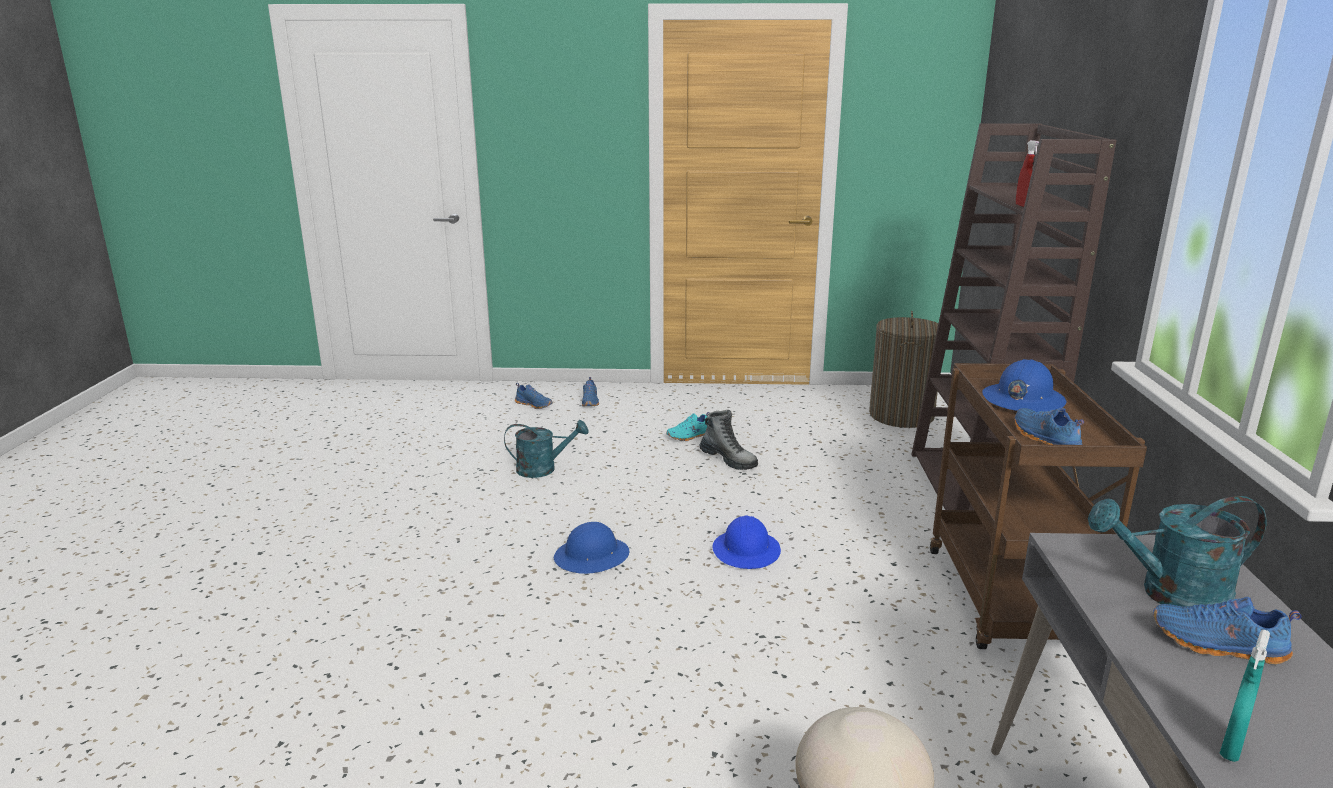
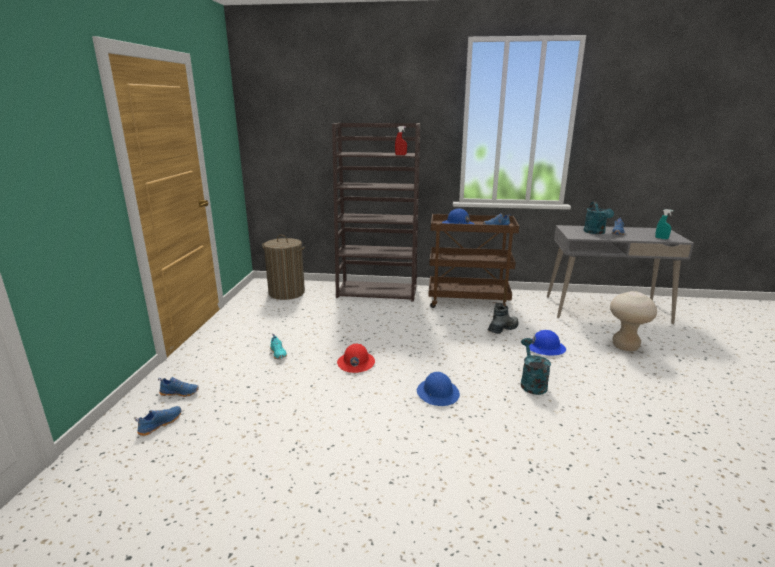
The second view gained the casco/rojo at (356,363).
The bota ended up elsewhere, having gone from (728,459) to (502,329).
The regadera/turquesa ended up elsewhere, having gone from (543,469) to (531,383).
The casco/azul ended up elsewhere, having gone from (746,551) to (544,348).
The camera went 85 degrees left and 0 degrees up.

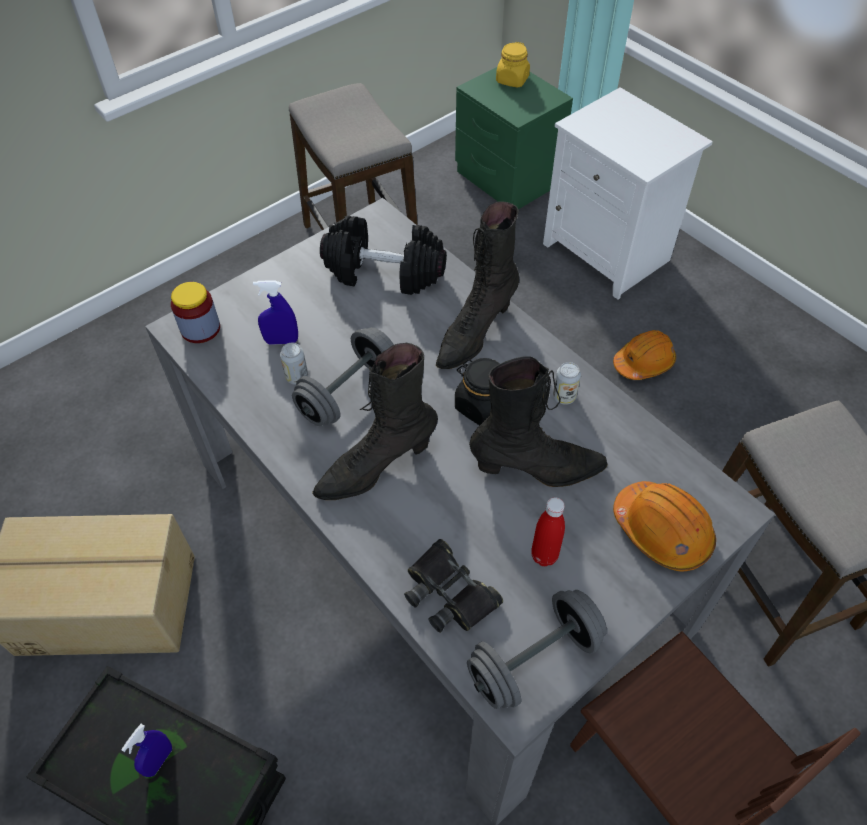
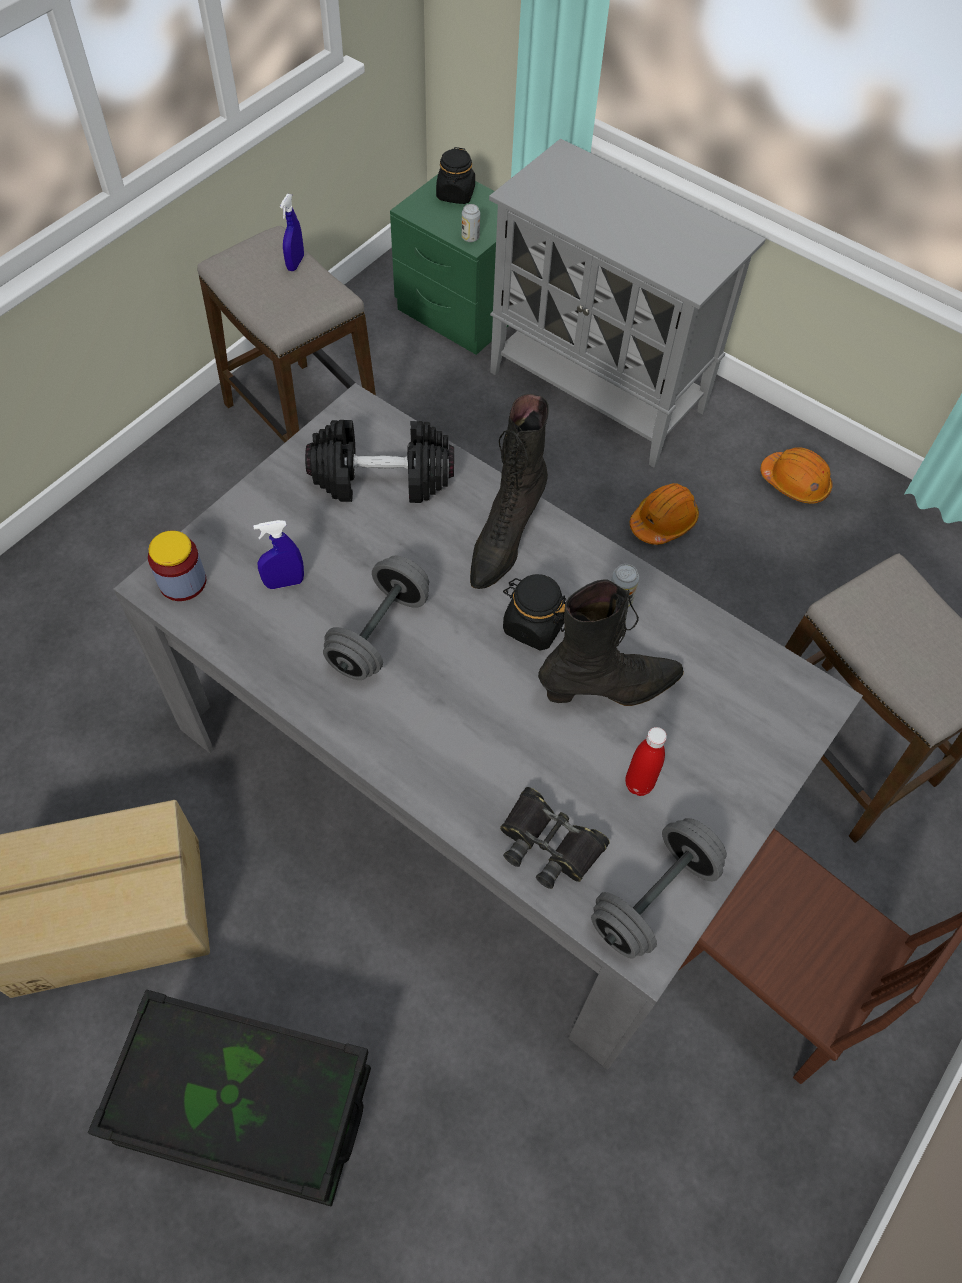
The pulverizador/azul ended up elsewhere, having gone from (159,760) to (295,263).
What was the tarro/amarillo at (512,80) turned into the tarro/negro at (455,194).
The lata ended up elsewhere, having gone from (297,377) to (470,237).
Where the mesita de noche/blanco stood at (609,253), the armario/gris came to stand at (599,392).
The casco/naranja ended up elsewhere, having gone from (662,531) to (794,483).
The second view lost the bota/negro at (375,467).
The camera went 15 degrees left and 5 degrees up.

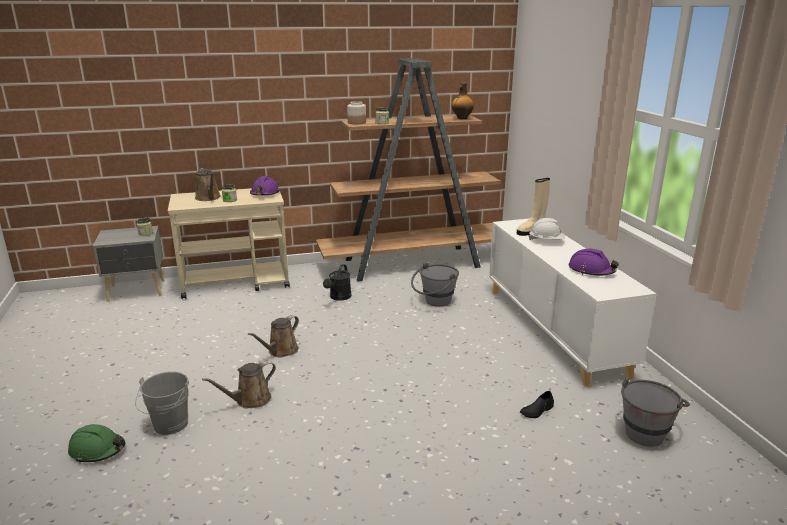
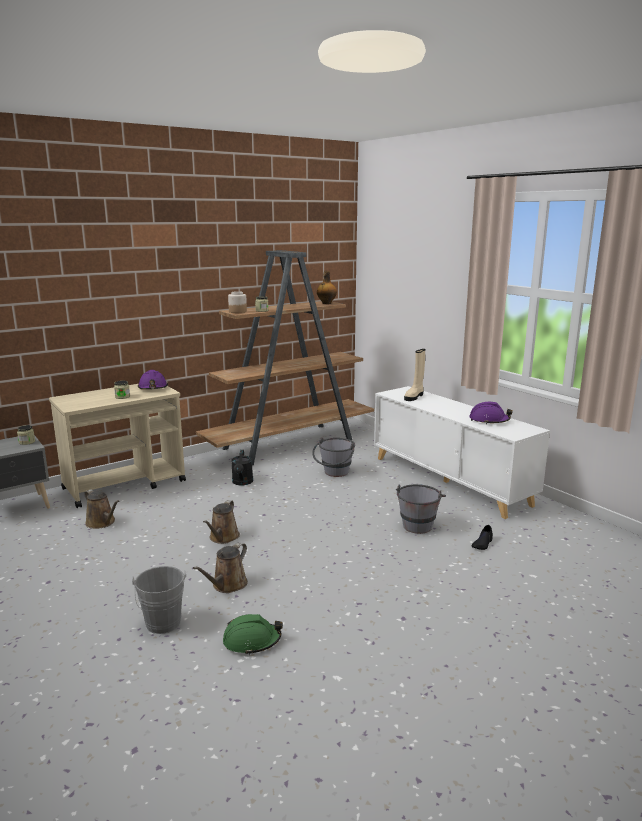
The regadera/marrón ended up elsewhere, having gone from (208,198) to (102,523).
The casco/verde ended up elsewhere, having gone from (97,450) to (252,641).
The cubo/gris ended up elsewhere, having gone from (646,430) to (418,523).
The second view lost the casco/blanco at (546,241).
The camera went 20 degrees left and 5 degrees down.

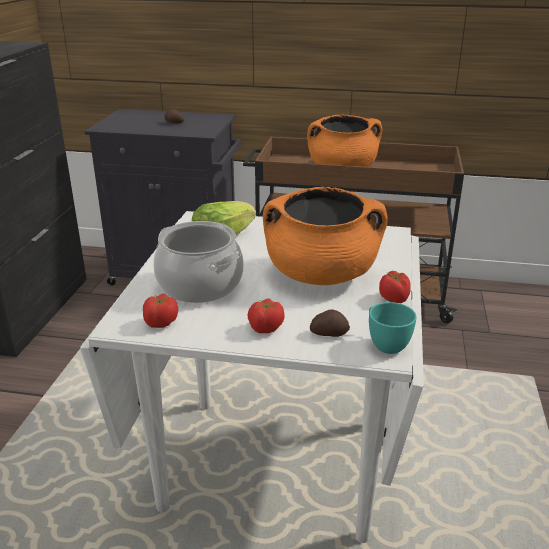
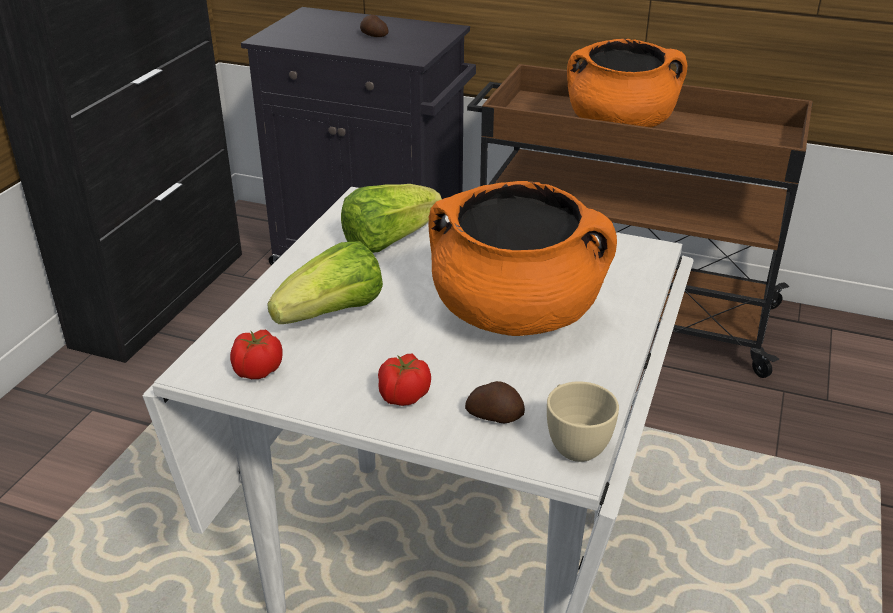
Where the olla stood at (200,285), the lechuga came to stand at (333,314).
What was the taza/turquesa at (385,343) turned into the taza/beis at (574,443).
The second view lost the tomate at (394,299).
The camera went 10 degrees right and 5 degrees up.

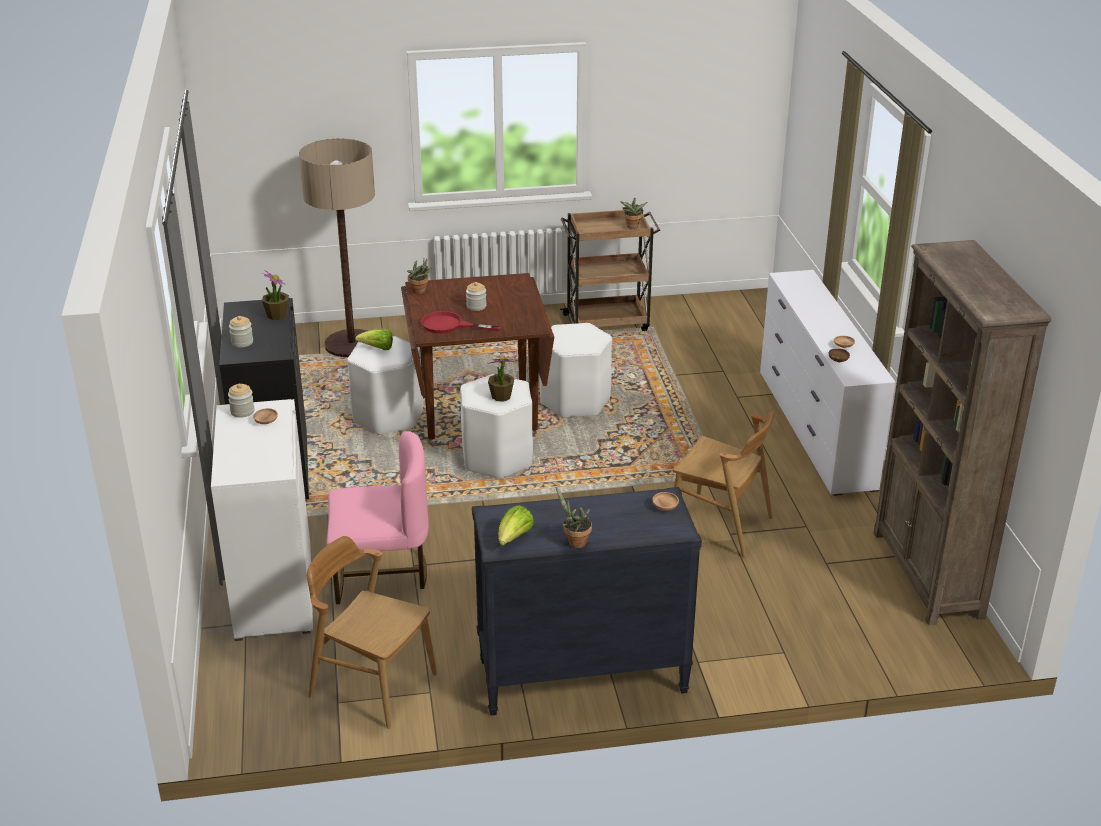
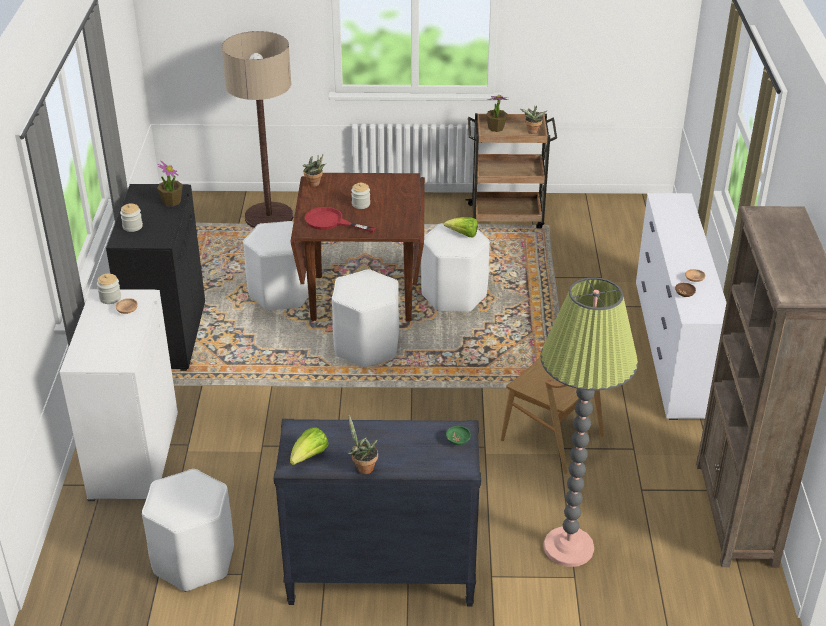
Where the silla/marrón stood at (373,685), the taburete/blanco came to stand at (194,560).
The lechuga ended up elsewhere, having gone from (377,348) to (463,235).
What was the cuenco/marrón at (665,507) turned into the cuenco/verde at (458,440).
The planta en maceta ended up elsewhere, having gone from (501,396) to (496,128).
The second view gained the lámpara de pie at (568,548).
The second view lost the silla/rosa at (380,574).
The camera went 10 degrees right and 5 degrees up.

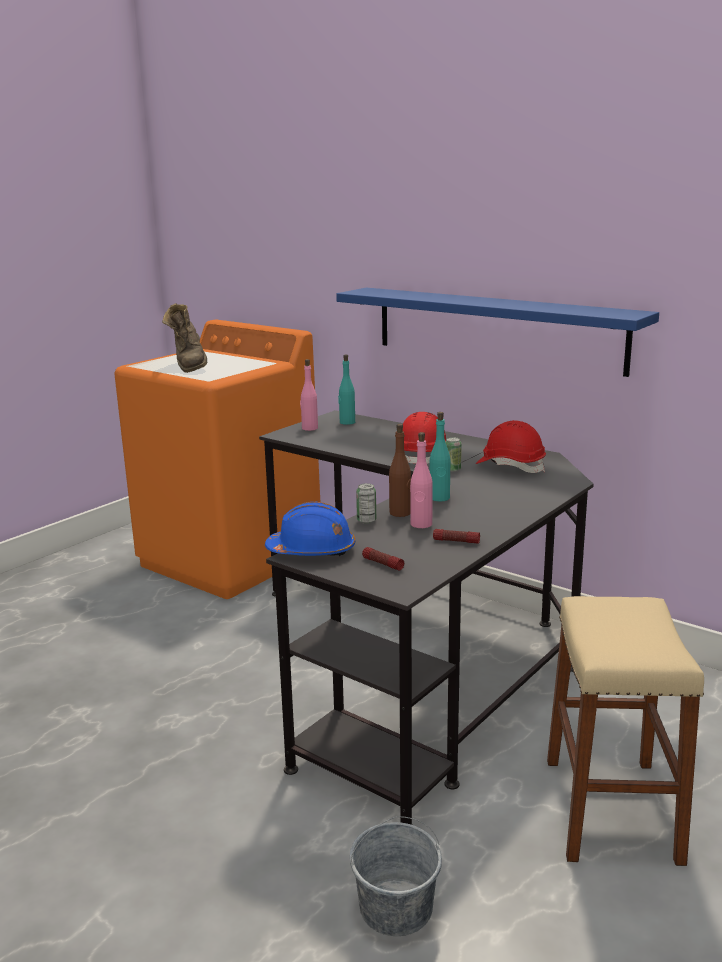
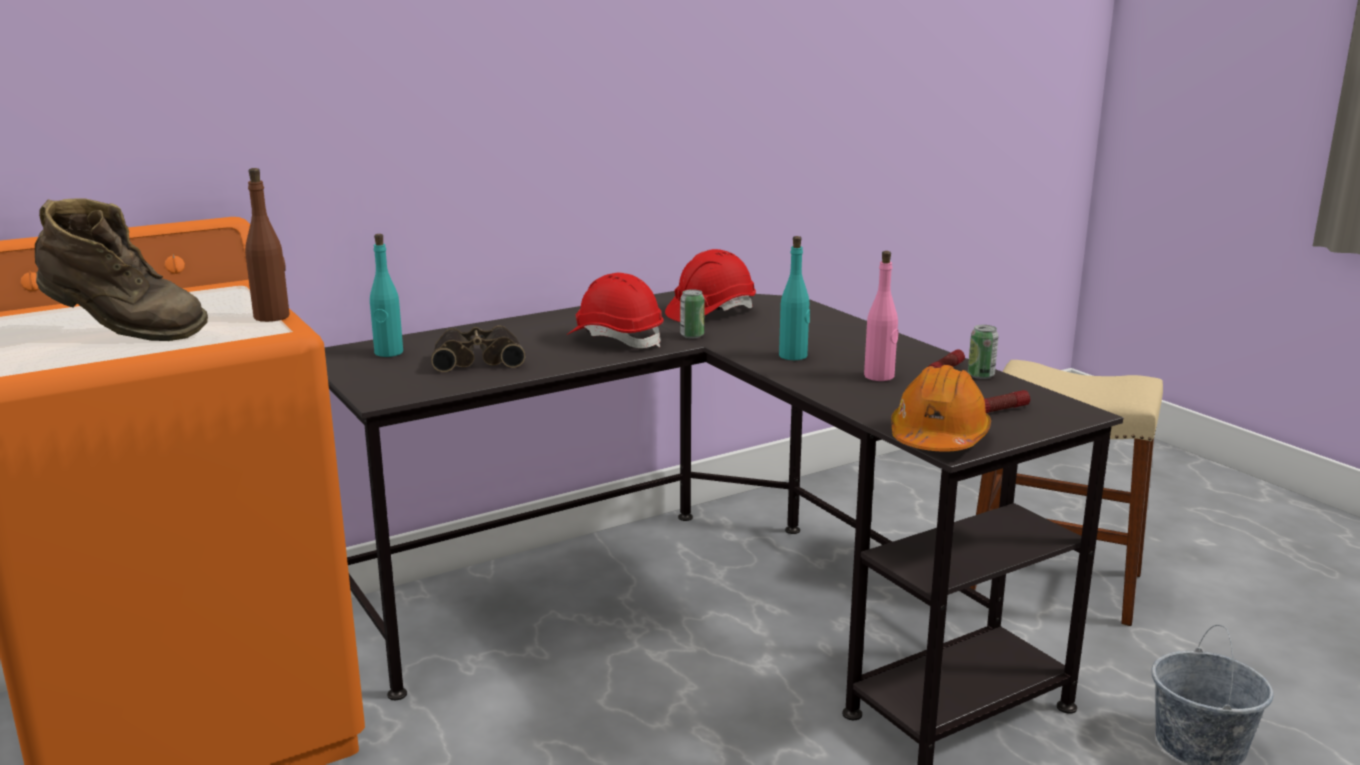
The botella/marrón ended up elsewhere, having gone from (400,513) to (272,317).
The second view gained the prismáticos at (478,359).
What was the casco/azul at (312,551) turned into the casco/naranja at (938,438).
The lata ended up elsewhere, having gone from (366,520) to (981,375).
The second view lost the botella/rosa at (309,428).
The second view lost the estante/azul at (496,329).
The camera went 70 degrees left and 0 degrees up.

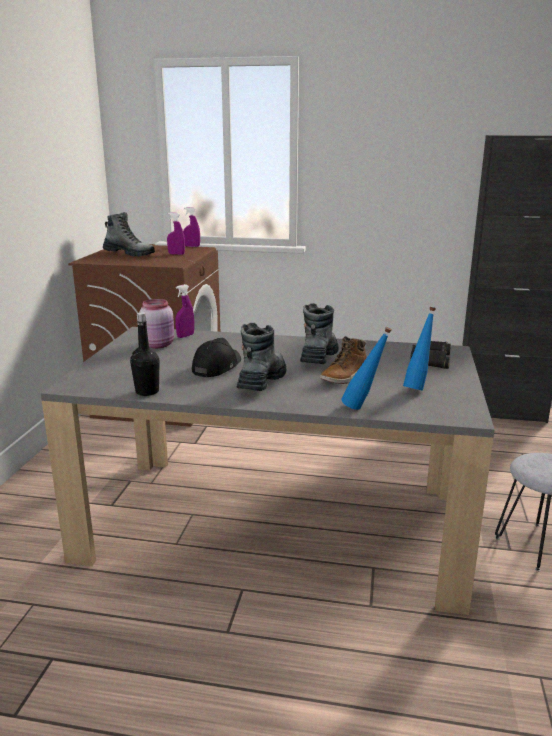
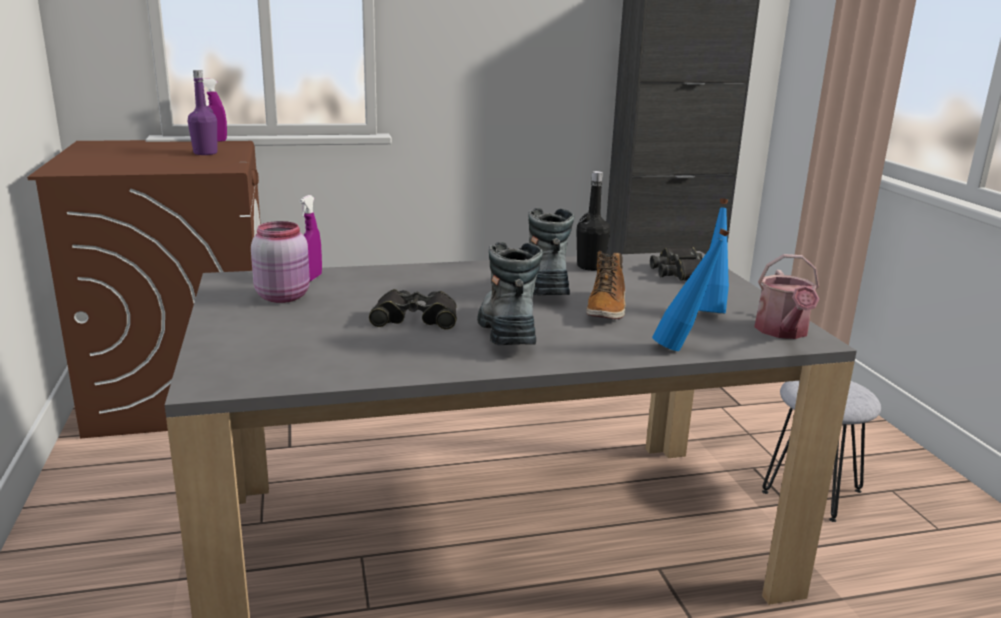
Where the pulverizador/morado stood at (176,254), the botella/morado came to stand at (205,153).
Where the gorra/negro stood at (216,367), the prismáticos/negro came to stand at (415,318).
The botella/negro ended up elsewhere, having gone from (147,392) to (590,267).
The second view gained the regadera at (783,332).
The second view lost the bota at (129,254).
The camera went 25 degrees left and 0 degrees up.

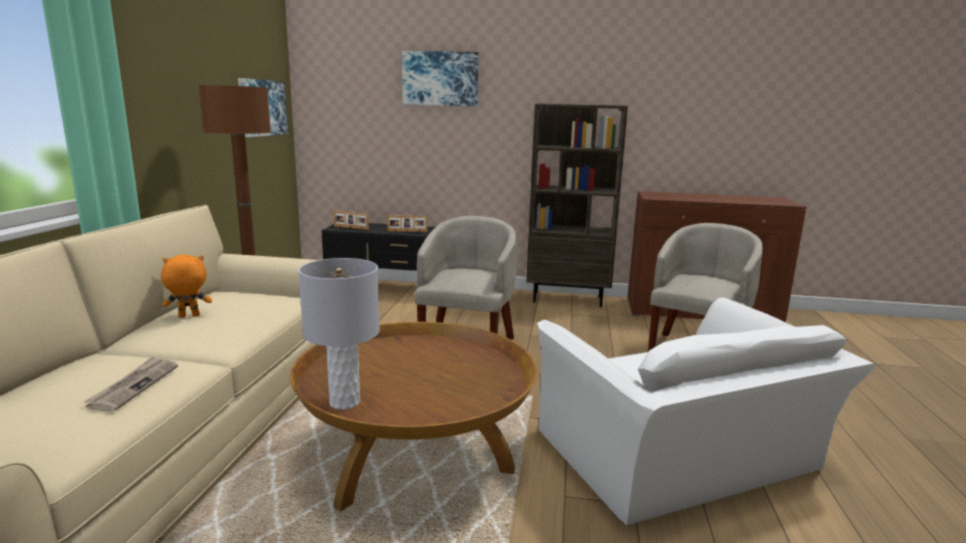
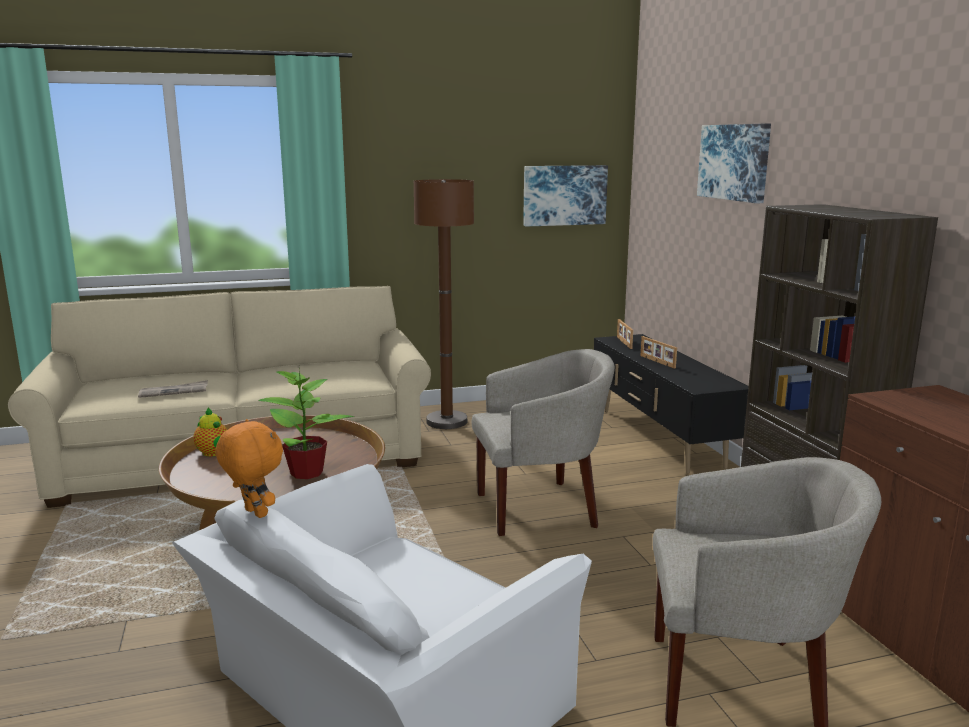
Where the lámpara de mesa/gris stood at (344,402), the tetera came to stand at (214,453).
The peluche/naranja ended up elsewhere, having gone from (188,316) to (254,513).
The second view gained the planta en maceta at (307,473).
The camera went 65 degrees right and 0 degrees up.

